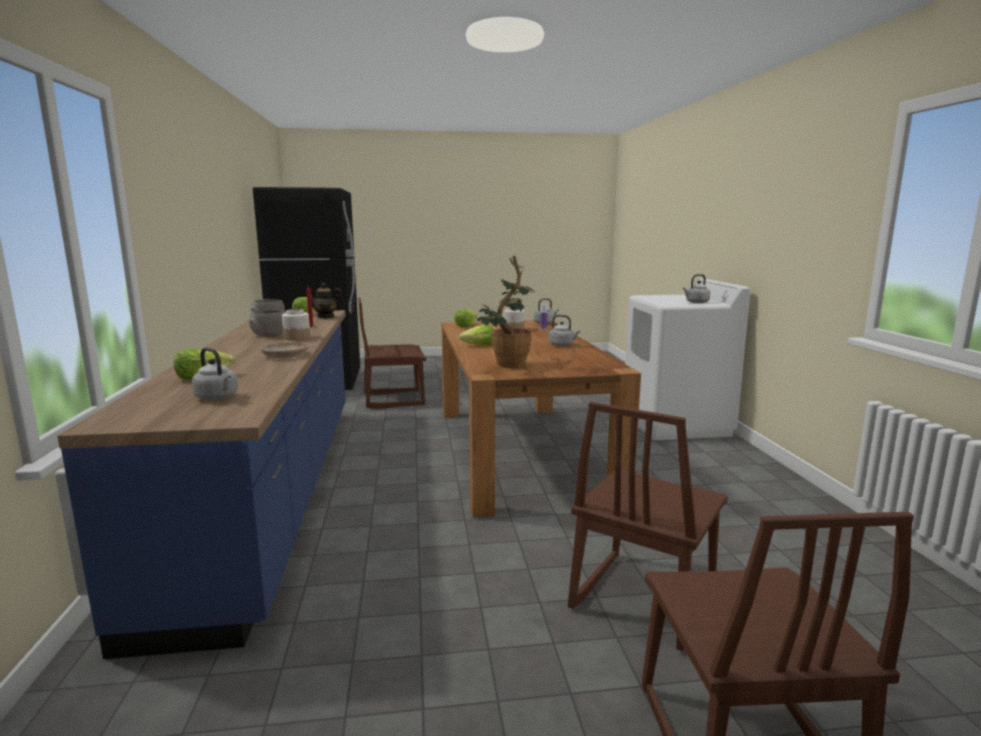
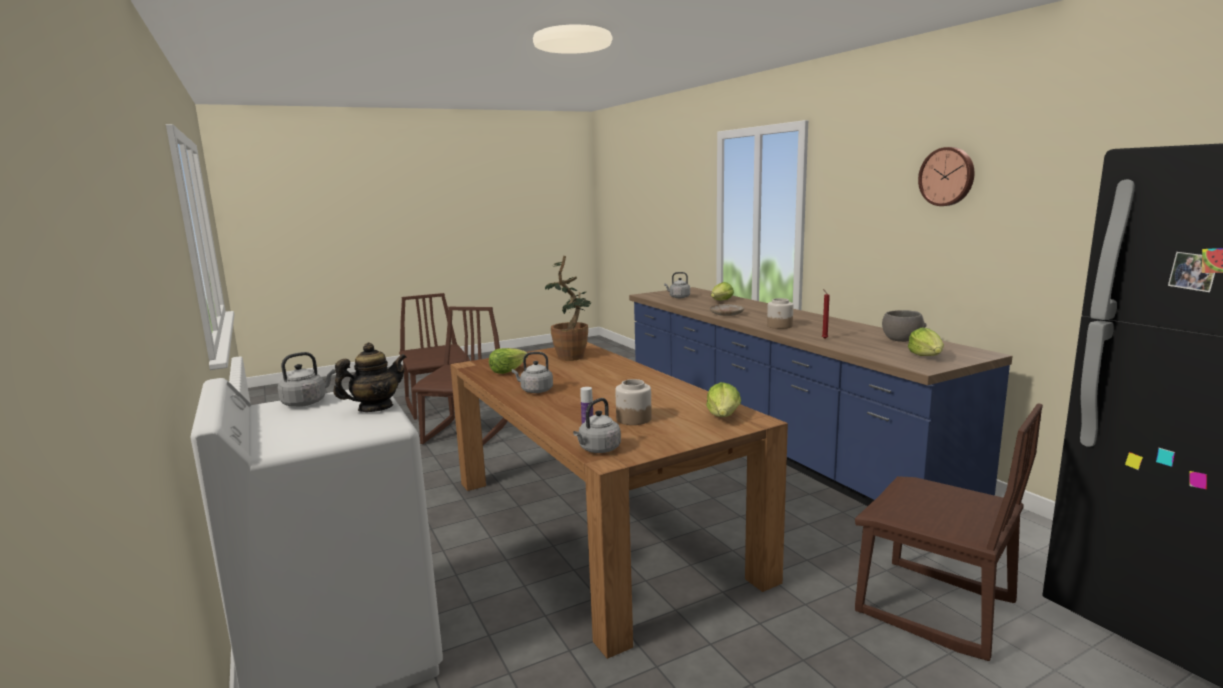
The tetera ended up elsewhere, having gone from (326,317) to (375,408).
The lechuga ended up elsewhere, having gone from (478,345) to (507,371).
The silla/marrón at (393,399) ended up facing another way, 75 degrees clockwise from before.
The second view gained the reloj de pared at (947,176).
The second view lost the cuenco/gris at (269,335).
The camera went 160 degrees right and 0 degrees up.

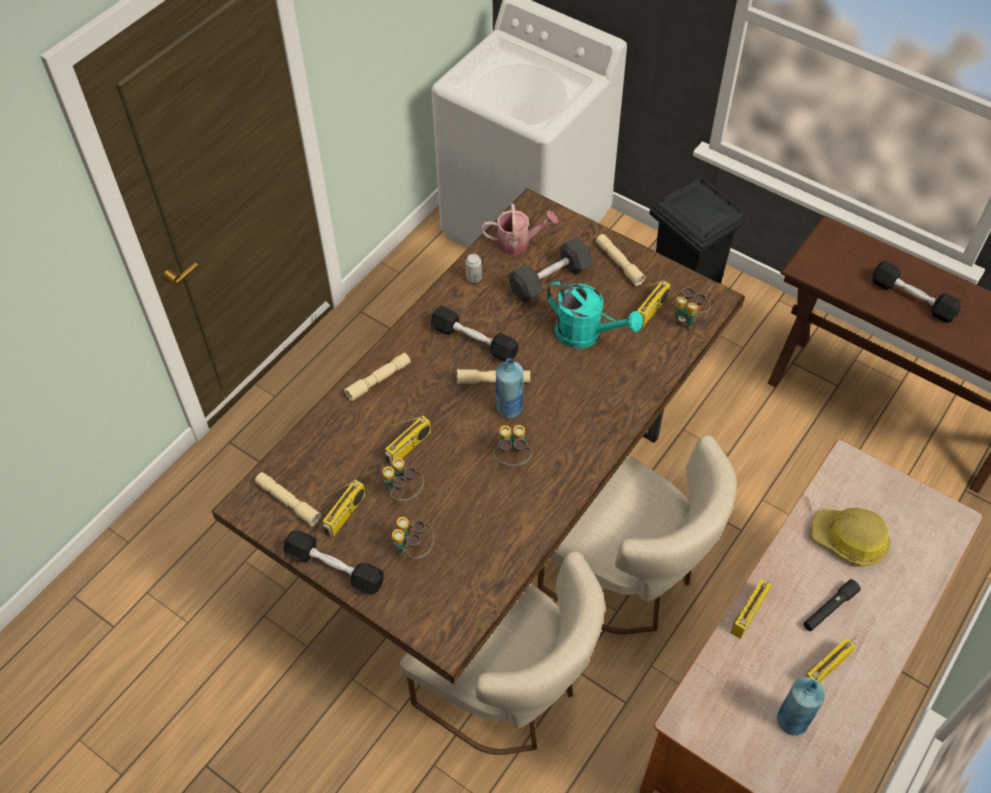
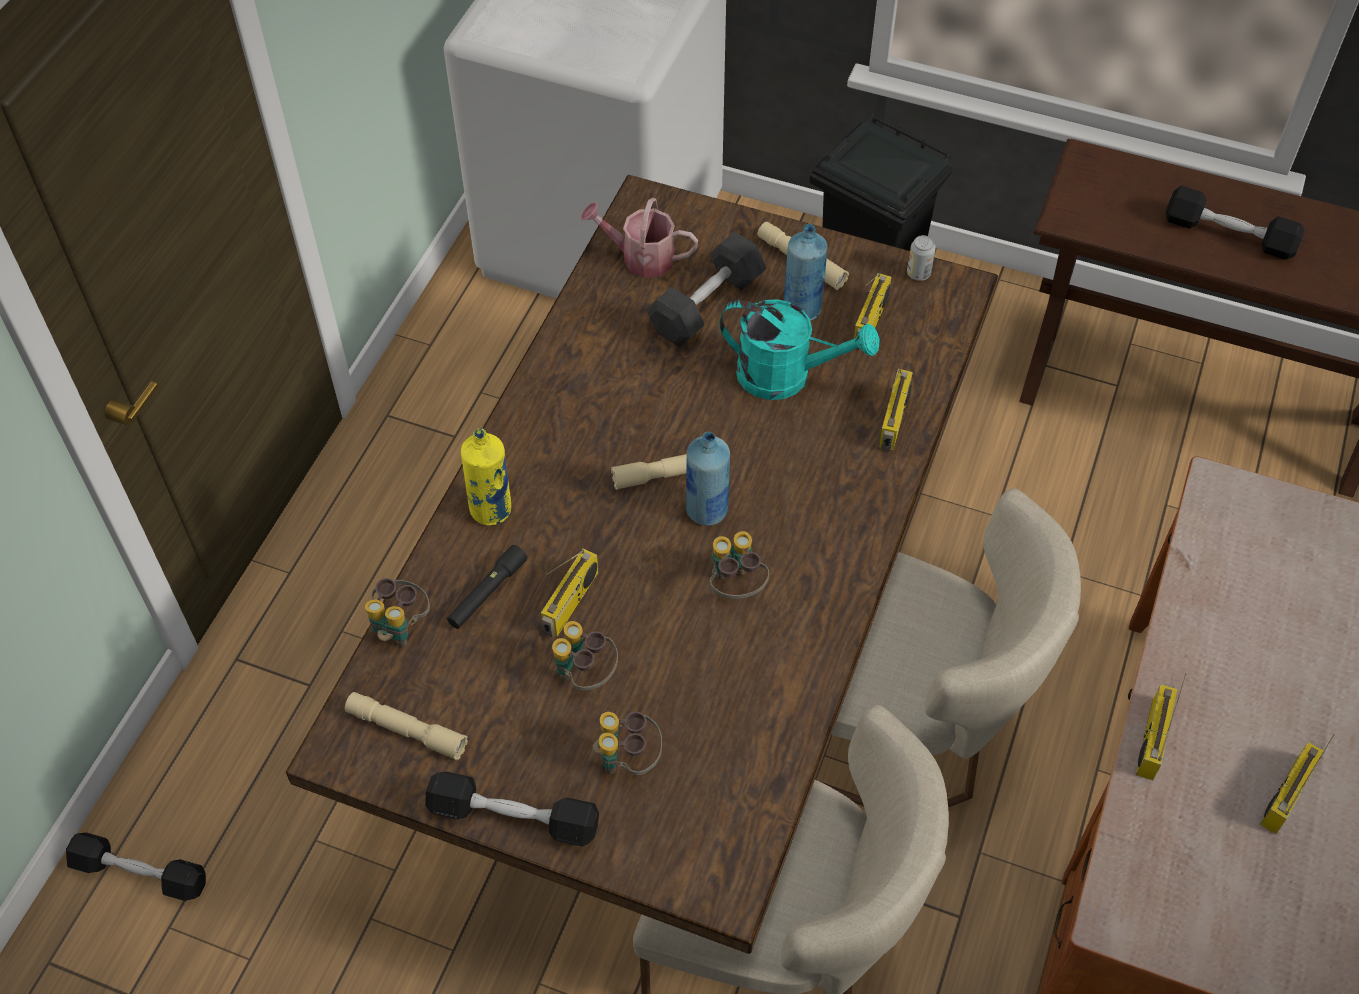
The mancuerna/negro ended up elsewhere, having gone from (474,341) to (140,873).
The prismáticos ended up elsewhere, having gone from (687,318) to (400,627).
The linterna/negro ended up elsewhere, having gone from (829,609) to (487,593).
Where the linterna/beis stood at (378,380), the botella/amarillo came to stand at (491,509).
The regadera at (518,242) ended up facing another way, 150 degrees counterclockwise from before.
The botella/azul ended up elsewhere, having gone from (792,720) to (802,309).
The radio ended up elsewhere, having gone from (345,514) to (894,420).
The lata ended up elsewhere, having gone from (474,278) to (918,273).
The second view lost the casco at (849,540).
The camera went 15 degrees left and 0 degrees up.

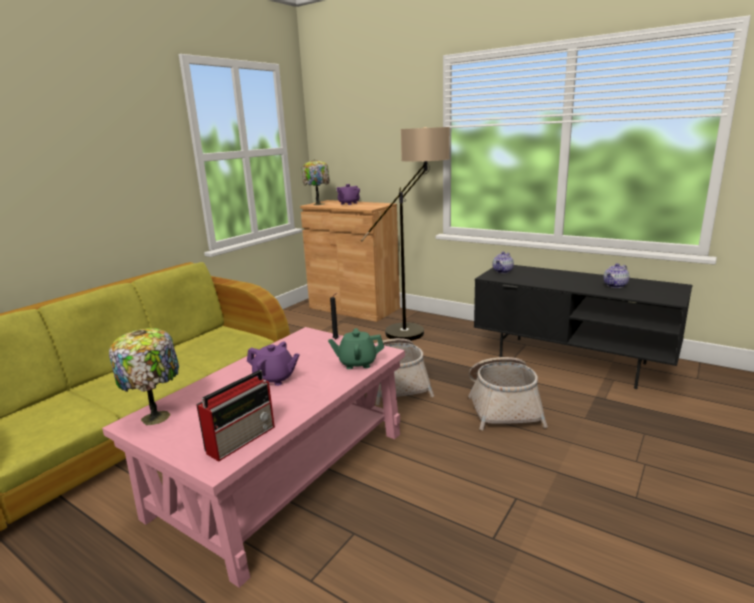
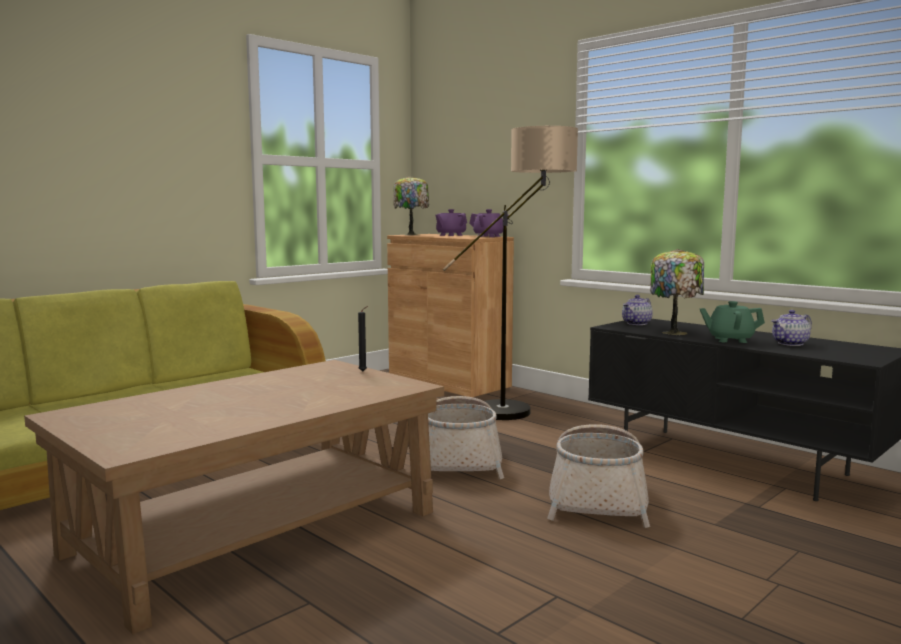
What was the mesa de centro/rosa at (283,471) turned into the mesa de centro/marrón at (256,531).
The tetera/morado ended up elsewhere, having gone from (275,378) to (489,236).
The lámpara de mesa ended up elsewhere, having gone from (157,416) to (675,332).
The tetera/verde ended up elsewhere, having gone from (357,363) to (730,340).
The second view lost the radio at (242,439).
The camera went 10 degrees right and 10 degrees down.

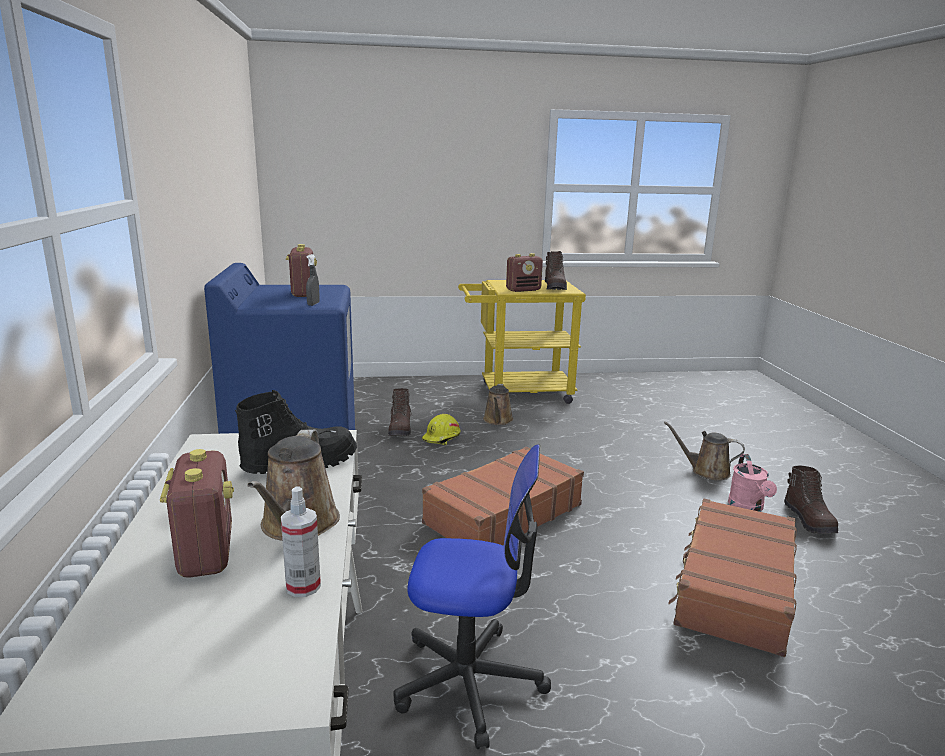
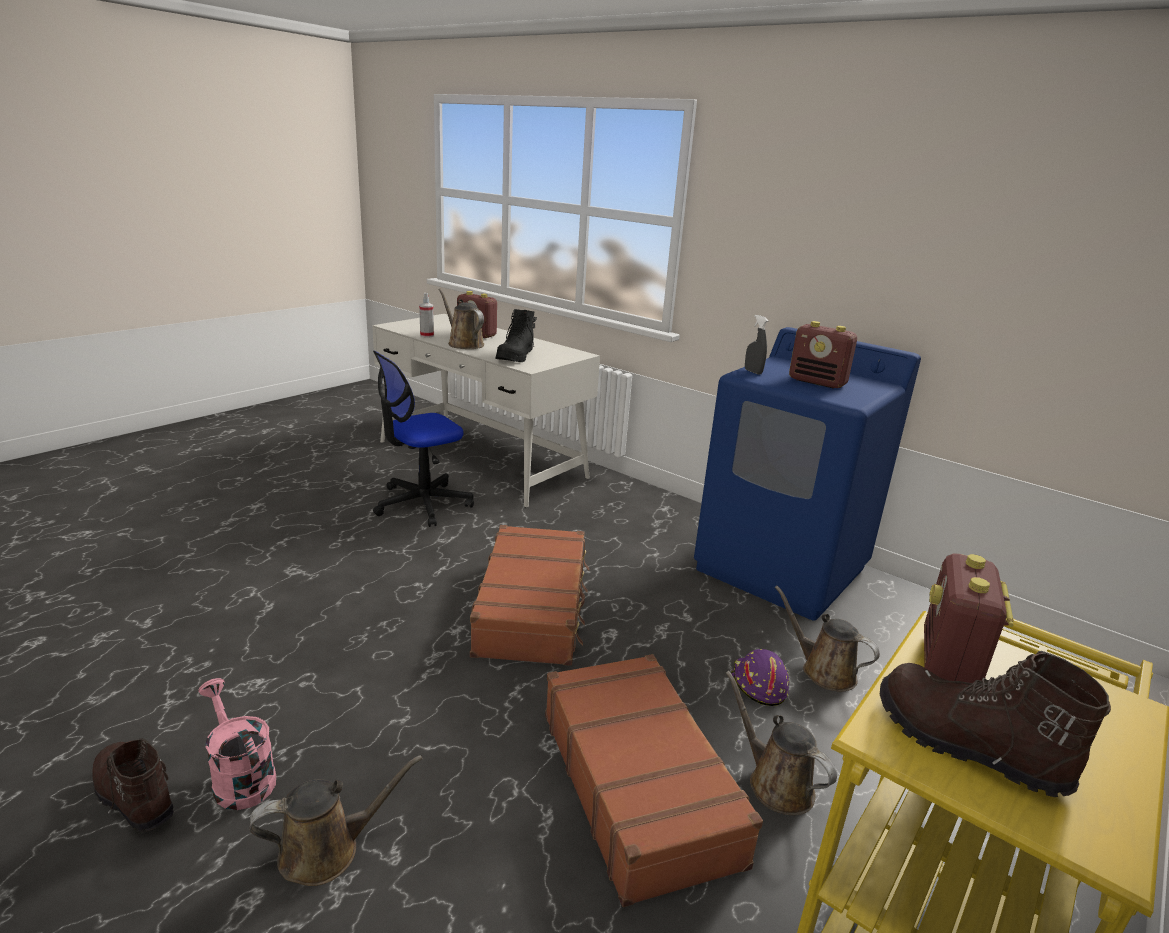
The maleta/marrón ended up elsewhere, having gone from (733,588) to (639,784).
What was the casco/amarillo at (442,438) turned into the casco/morado at (757,684).
Where the bota/marrón stood at (400,429), the regadera/marrón came to stand at (823,671).
The camera went 135 degrees right and 5 degrees up.

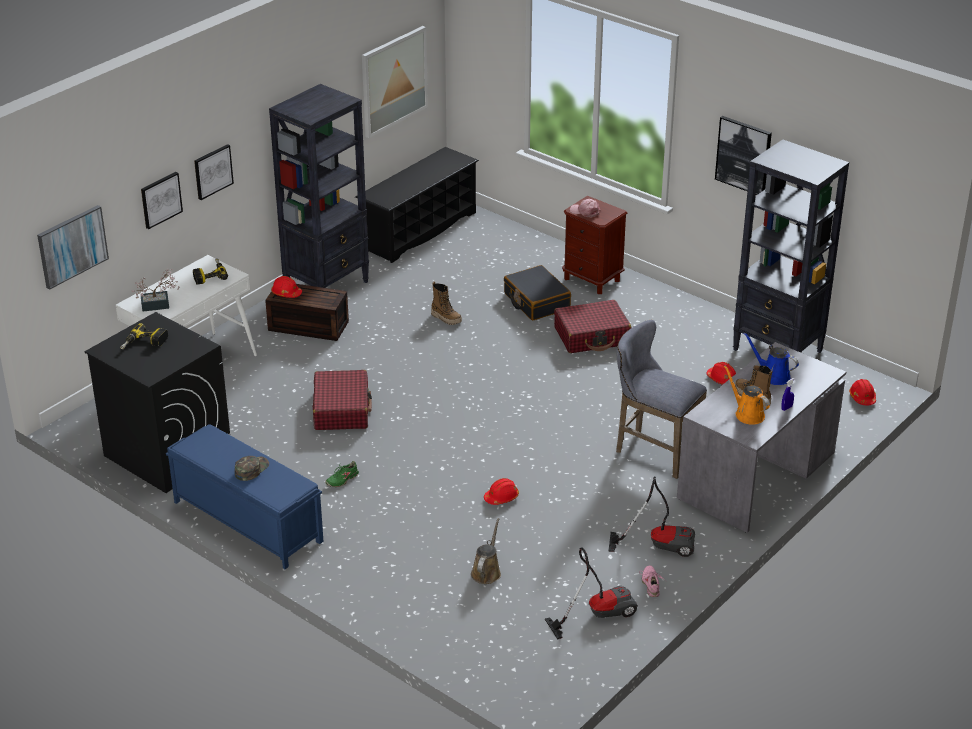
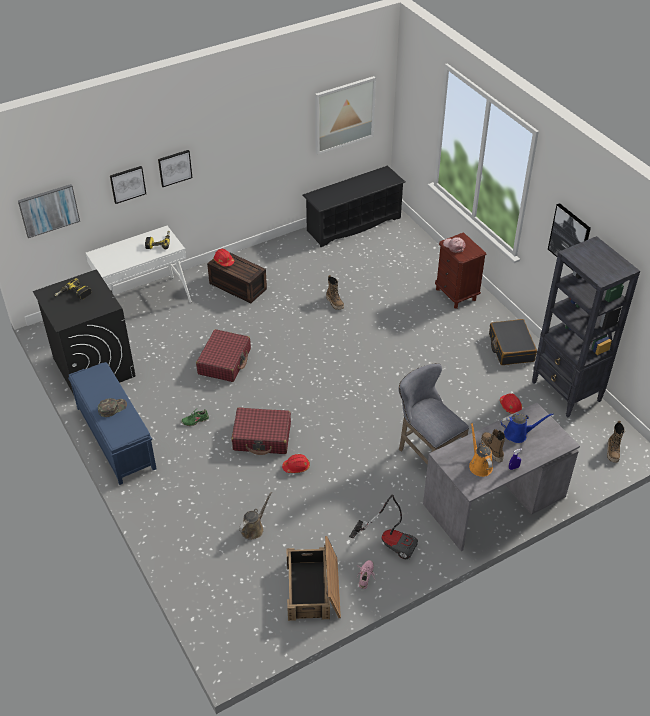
The maleta/rojo ended up elsewhere, having gone from (592,336) to (262,437).
Where the aspiradora stood at (597,613), the caja de embalaje came to stand at (314,589).
The maleta/negro ended up elsewhere, having gone from (536,301) to (510,348).
The regadera/azul at (772,375) ended up facing another way, 120 degrees clockwise from before.
Where the casco/rojo stood at (862,397), the bota came to stand at (613,452).
The second view lost the planta en maceta at (159,305).
The second view lost the estantería/negro at (327,286).
The camera went 20 degrees right and 10 degrees up.

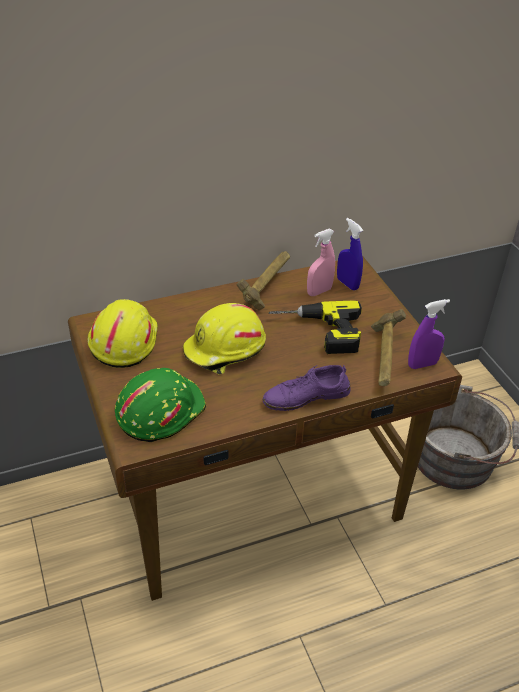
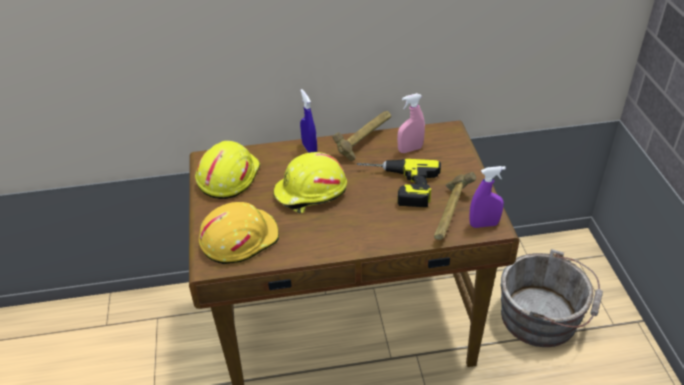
What was the casco/verde at (159,411) turned into the casco/amarillo at (239,239).
The pulverizador/azul ended up elsewhere, having gone from (347,284) to (309,149).
The second view lost the zapato/morado at (306,396).
The camera went 15 degrees right and 0 degrees up.

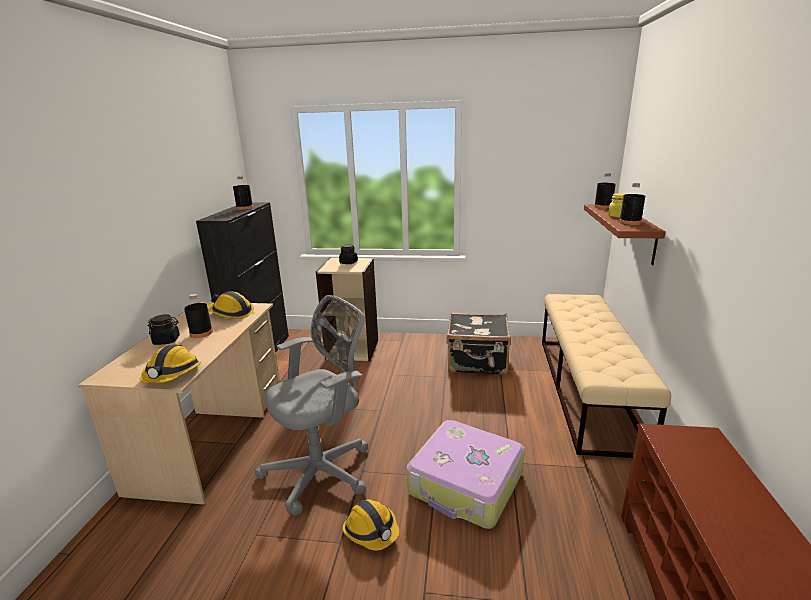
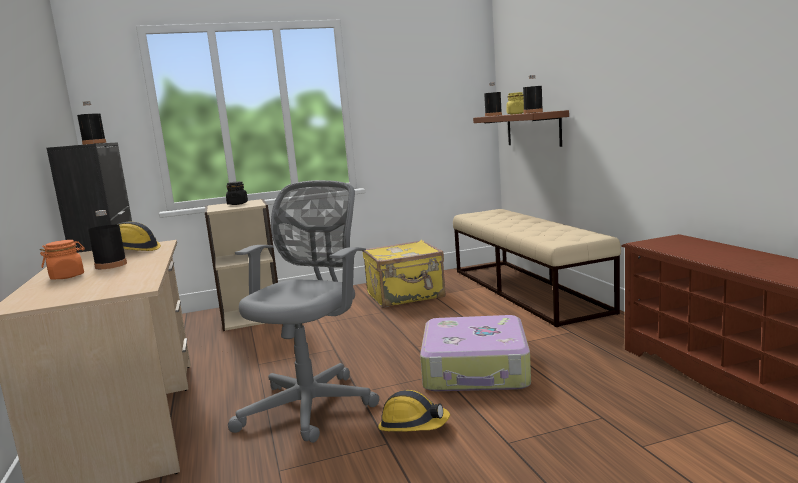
What was the tarro/negro at (167,340) turned into the tarro/naranja at (67,276).
What was the maleta/negro at (477,362) turned into the maleta/amarillo at (406,296).
The second view lost the casco at (172,374).
The camera went 25 degrees left and 10 degrees down.

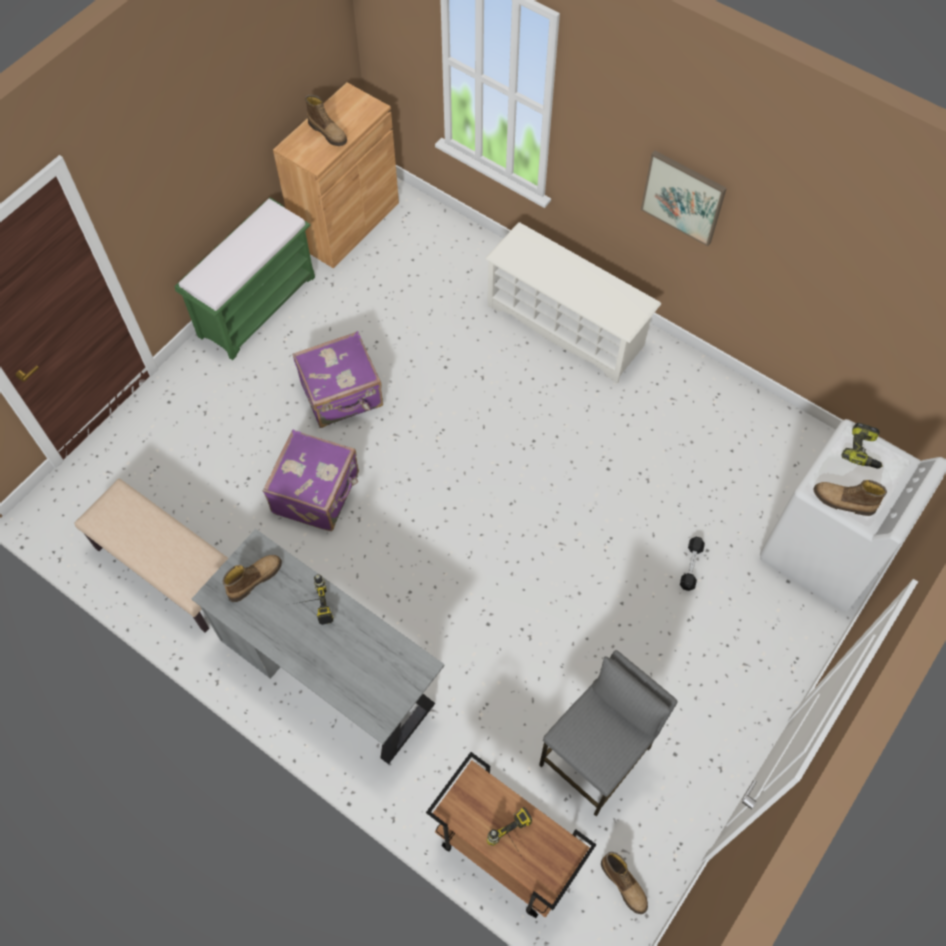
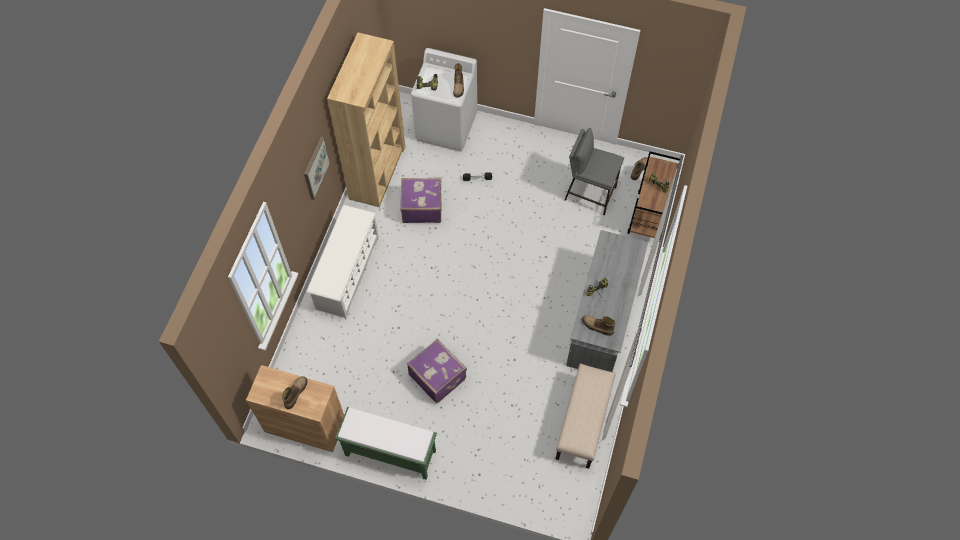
The second view gained the estantería/marrón at (377,172).
The maleta/morado ended up elsewhere, having gone from (317,493) to (421,207).
The camera went 110 degrees left and 0 degrees up.

